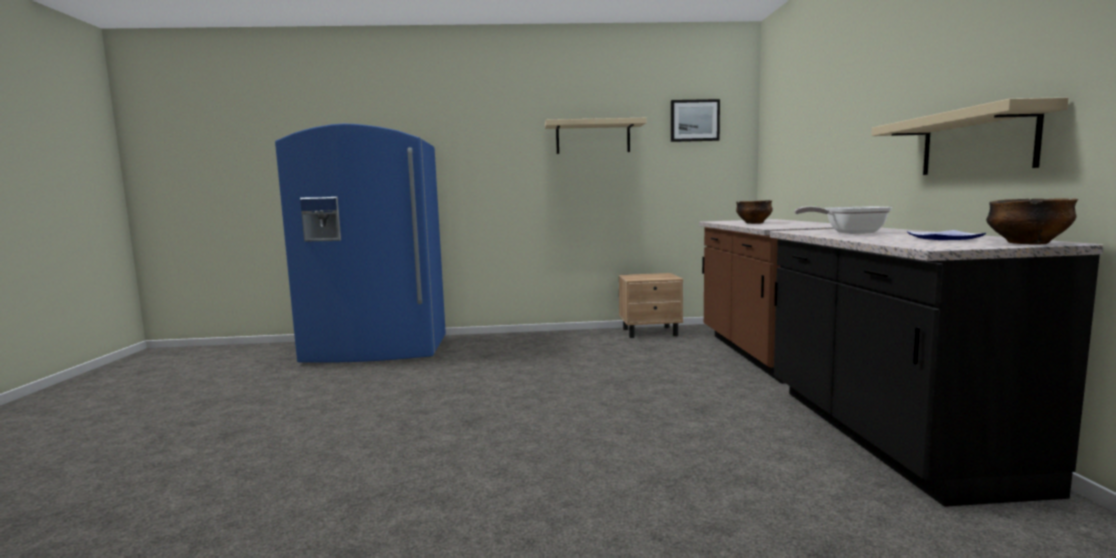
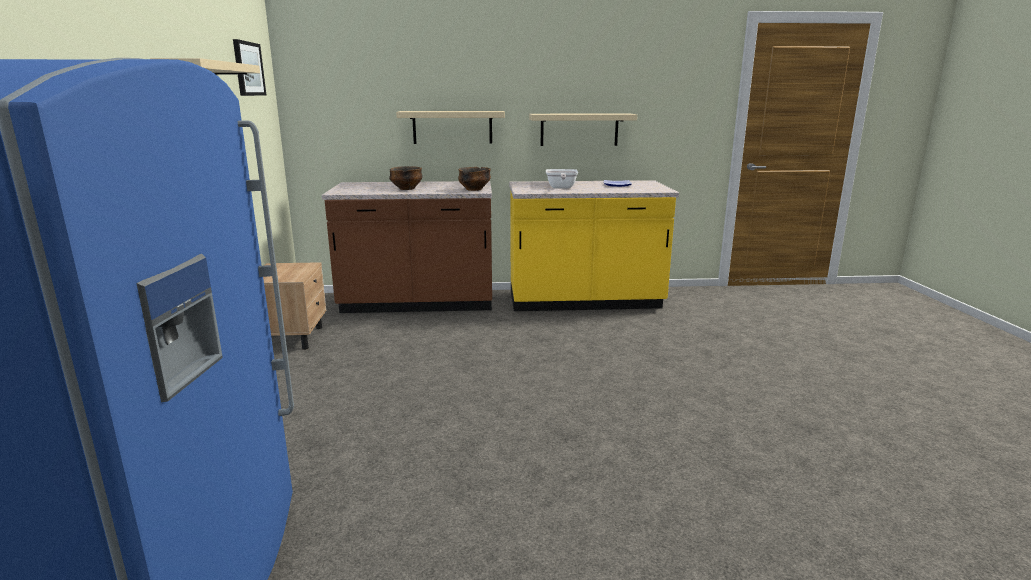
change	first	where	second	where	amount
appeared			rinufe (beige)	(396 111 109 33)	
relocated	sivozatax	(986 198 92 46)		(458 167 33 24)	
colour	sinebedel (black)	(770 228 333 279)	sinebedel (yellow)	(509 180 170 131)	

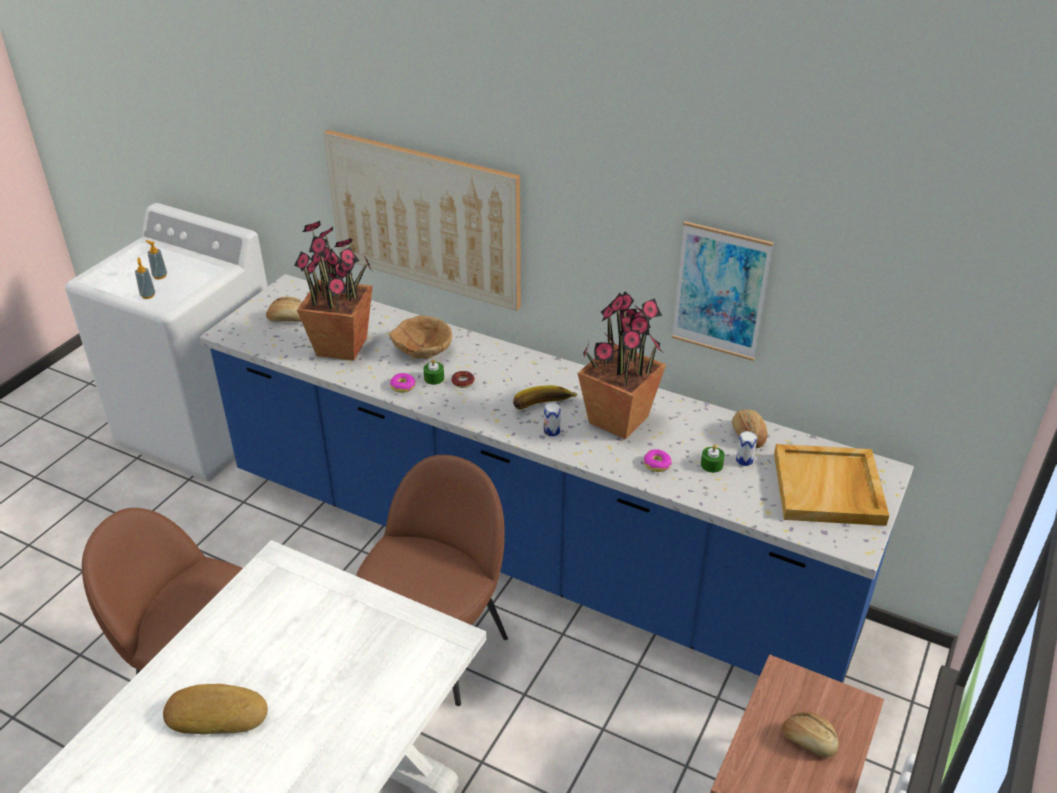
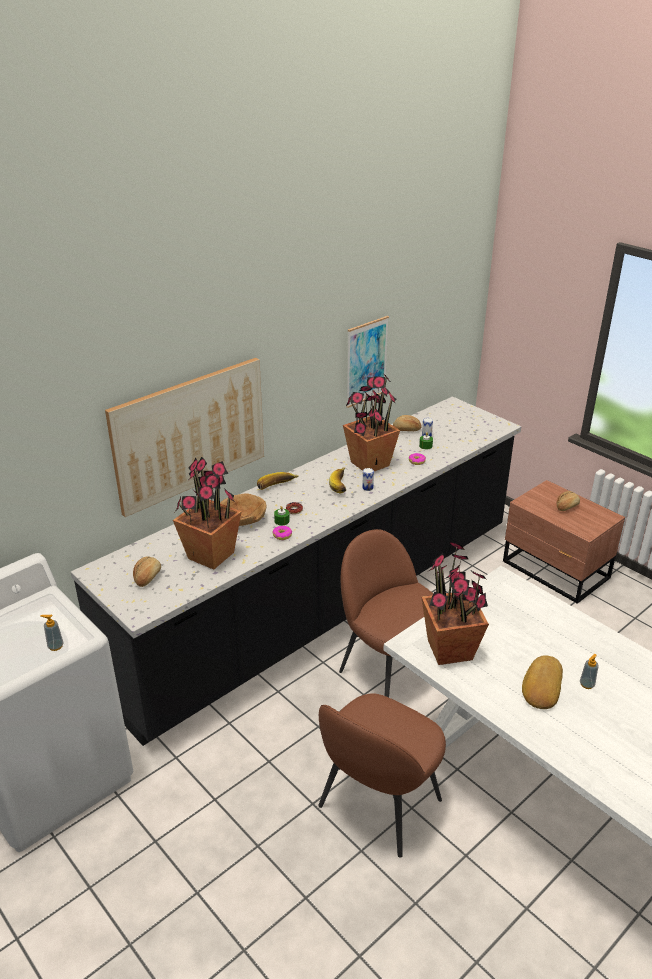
change	first	where	second	where	amount
missing	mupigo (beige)	(774 444 115 82)			
appeared			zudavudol	(257 472 42 18)	
appeared			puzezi	(421 541 68 124)	
relocated	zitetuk	(146 240 21 39)		(580 654 19 35)	
colour	sinebedel (blue)	(199 274 715 409)	sinebedel (black)	(71 396 450 350)	

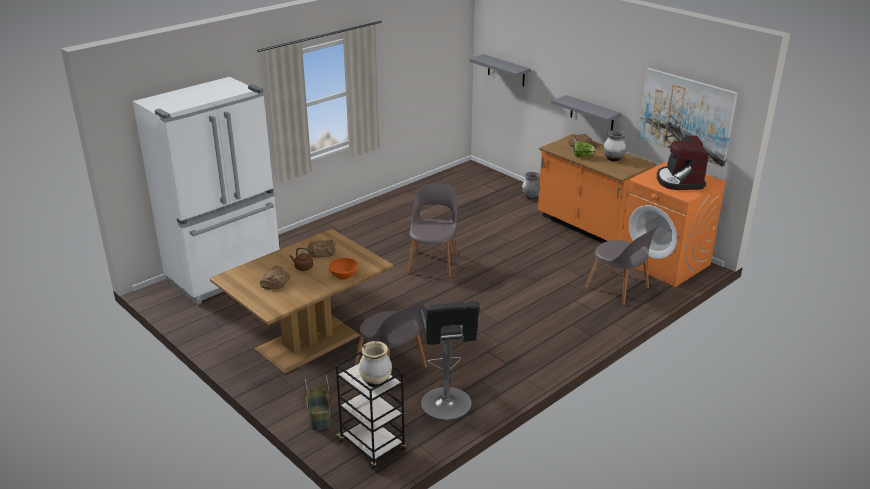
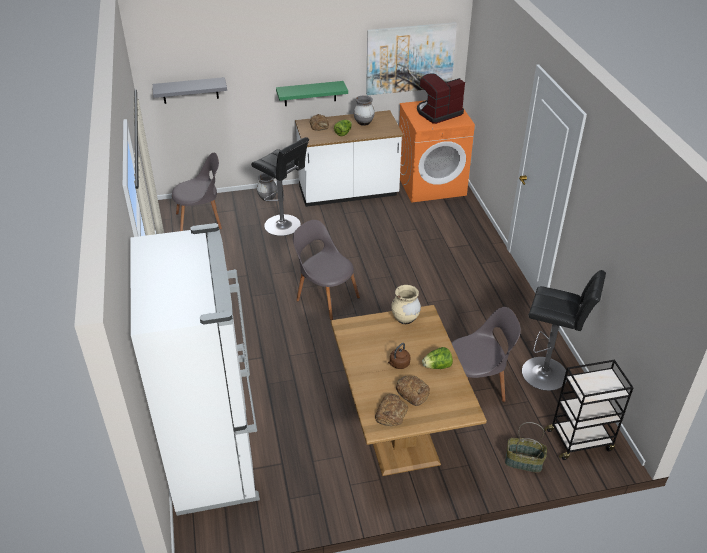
change	first	where	second	where	amount
missing	sivozatax (orange)	(329 258 29 22)			
appeared			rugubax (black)	(251 137 58 99)	
appeared			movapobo	(422 347 31 22)	
relocated	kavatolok	(307 240 29 18)		(375 394 33 32)	
relocated	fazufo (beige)	(359 341 33 46)		(391 285 30 39)	
relocated	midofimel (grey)	(585 224 75 81)		(172 153 50 78)	
colour	sinebedel (orange)	(538 134 118 109)	sinebedel (white)	(295 110 108 97)	
colour	rinufe (grey)	(552 95 69 35)	rinufe (green)	(276 81 72 25)	
spun	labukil	(657 135 52 55)		(417 74 48 50)	120 degrees clockwise

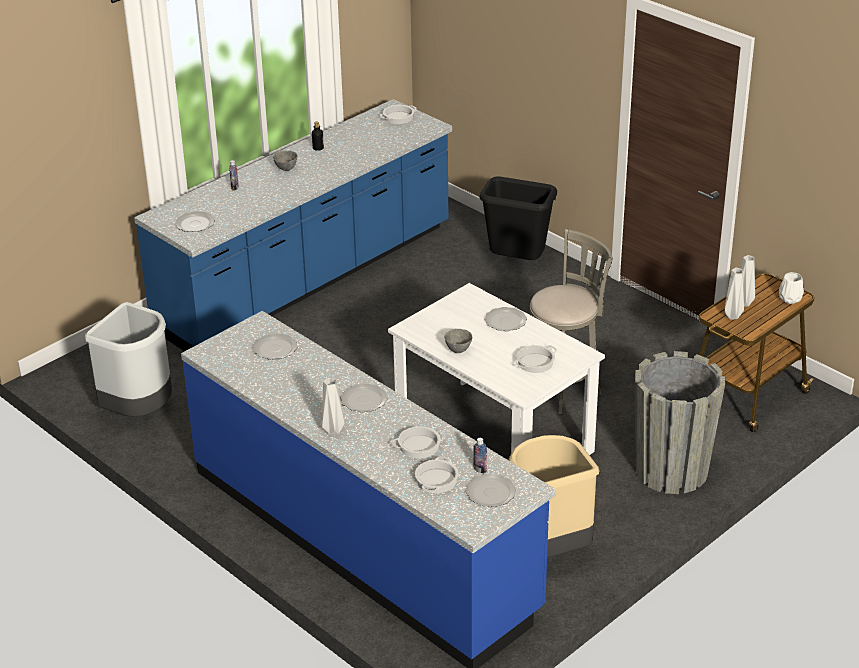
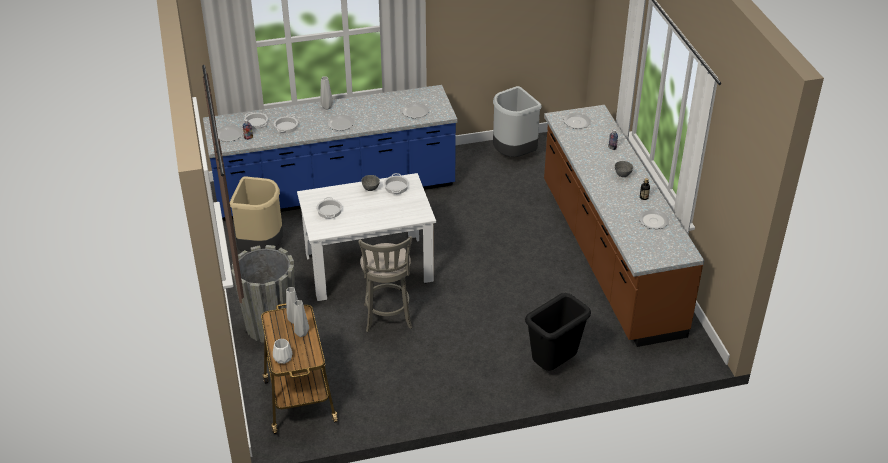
change	first	where	second	where	amount
relocated	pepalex	(380 105 36 19)		(384 173 25 21)	
relocated	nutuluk	(485 307 42 24)		(639 210 30 19)	
colour	sinebedel (blue)	(134 99 318 252)	sinebedel (brown)	(544 105 160 242)	

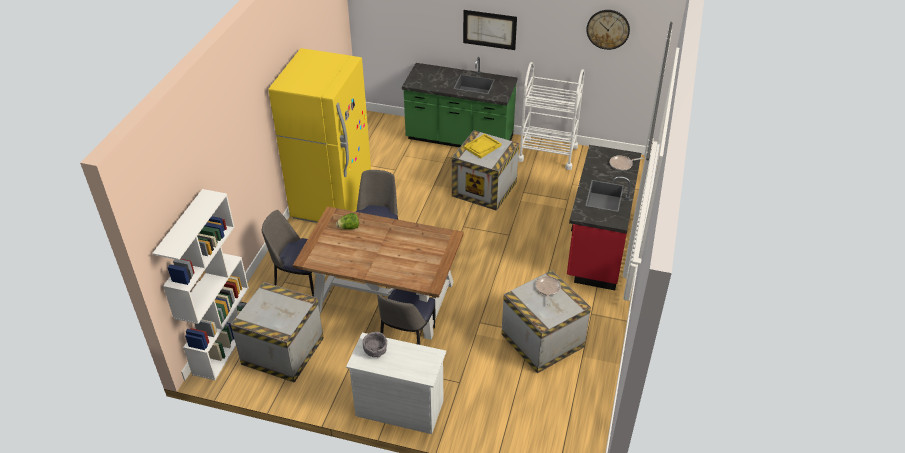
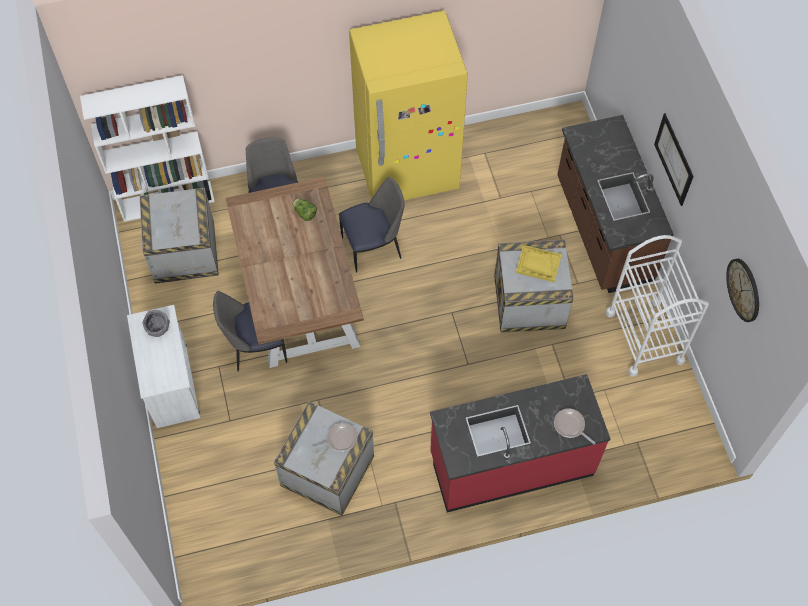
change	first	where	second	where	amount
colour	sinebedel (green)	(402 57 115 90)	sinebedel (brown)	(557 115 117 178)	

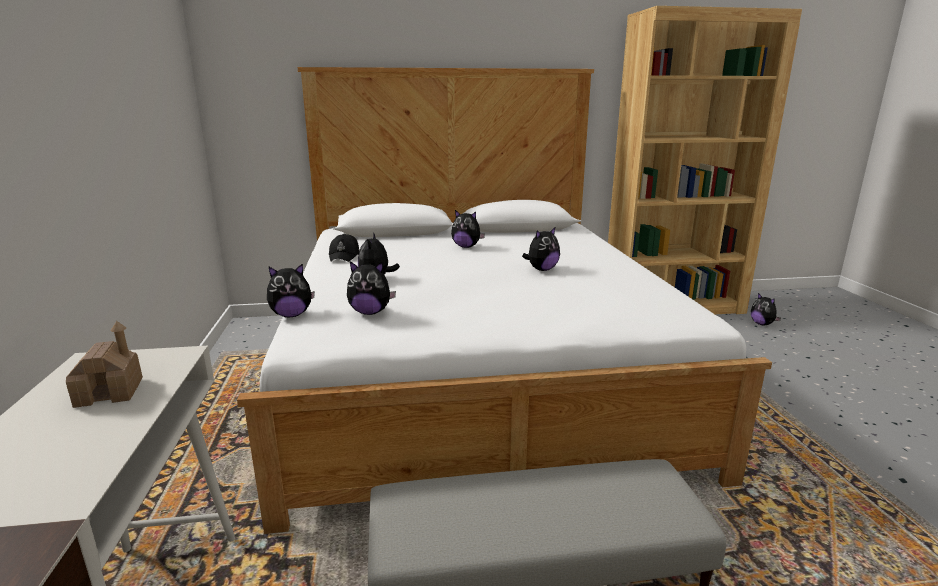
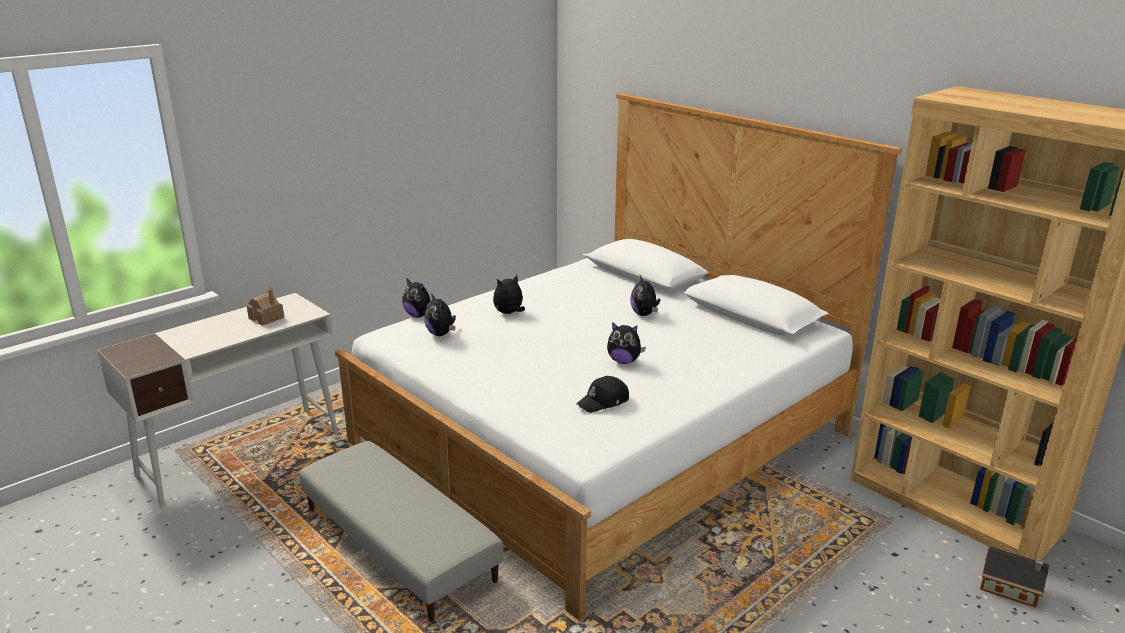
change	first	where	second	where	amount
relocated	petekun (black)	(329 234 31 28)		(576 376 53 37)	
exchanged	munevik	(751 293 30 33)	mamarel	(980 546 70 62)	

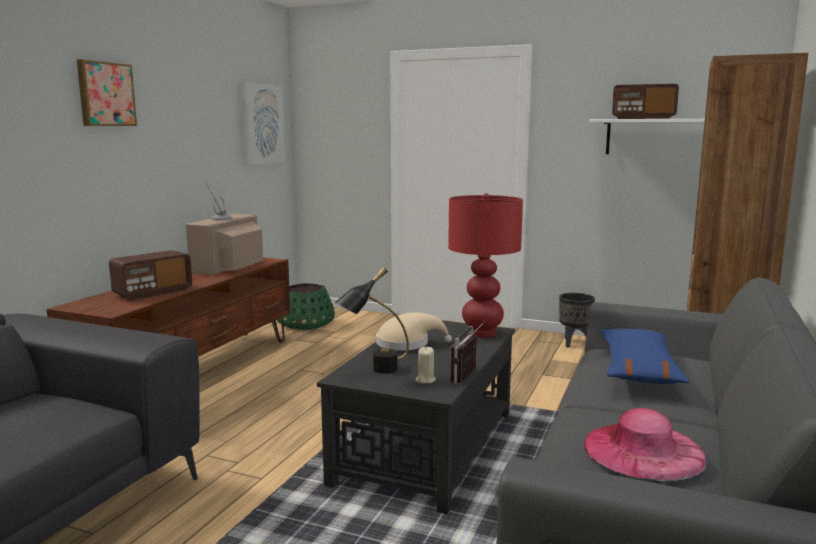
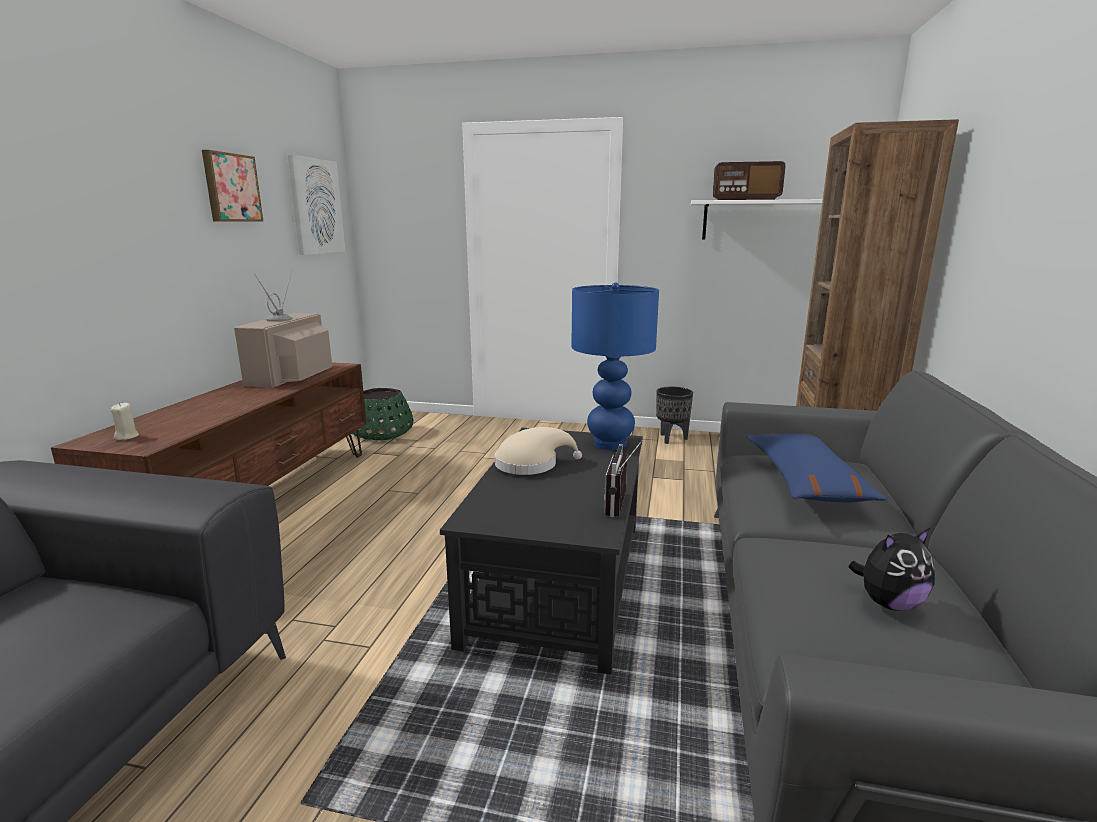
change	first	where	second	where	amount
missing	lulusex	(109 250 83 50)			
missing	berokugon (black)	(335 267 74 106)			
relocated	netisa	(77 59 60 67)		(202 150 62 72)	
relocated	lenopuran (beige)	(416 347 20 37)		(111 403 28 37)	
exchanged	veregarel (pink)	(584 408 124 73)	munevik	(849 528 86 83)	
colour	berokugon (red)	(448 193 75 145)	berokugon (blue)	(571 283 88 167)	

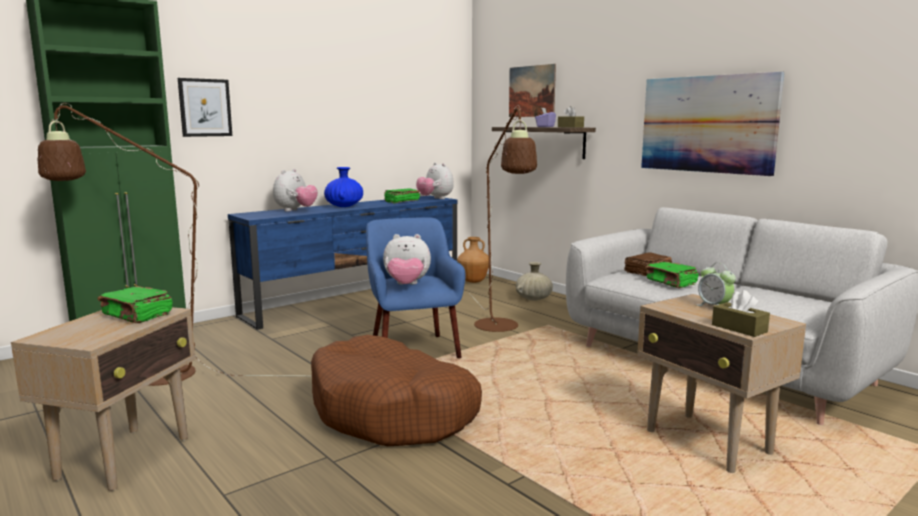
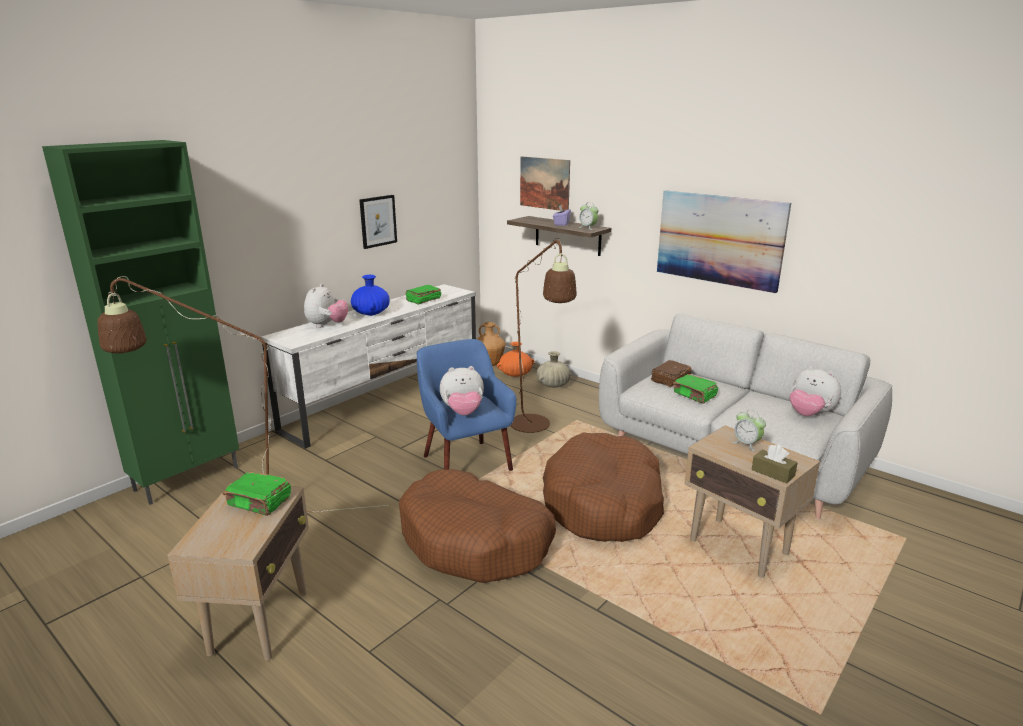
change	first	where	second	where	amount
appeared			fazufo (orange)	(497 342 38 35)	
appeared			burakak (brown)	(543 432 121 110)	
relocated	netisa	(178 78 54 59)		(359 195 38 54)	
relocated	munevik	(416 163 38 36)		(790 366 51 50)	
exchanged	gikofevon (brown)	(558 106 26 22)	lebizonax	(579 202 20 28)	
colour	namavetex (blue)	(228 196 229 134)	namavetex (white)	(261 284 215 165)	

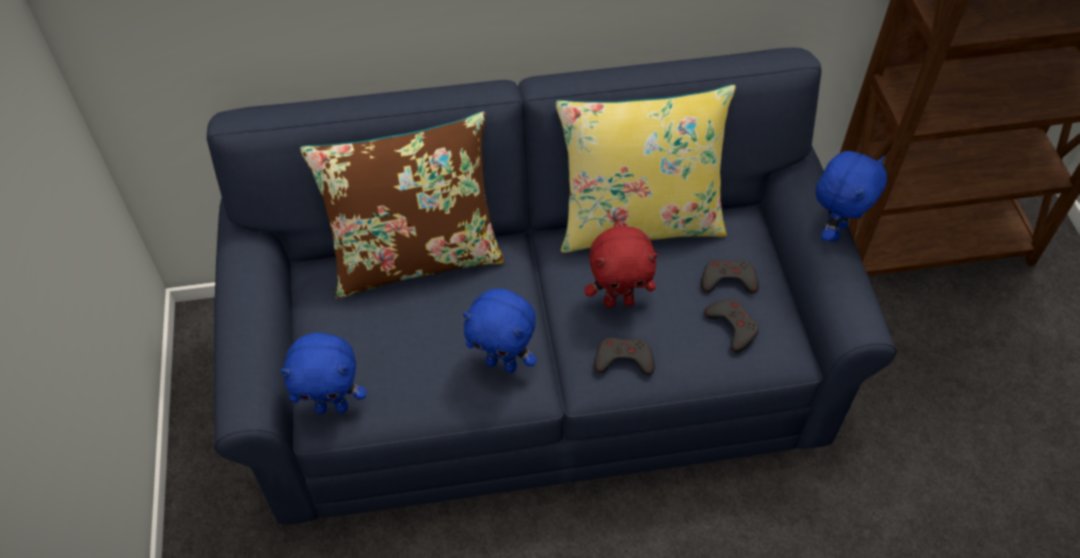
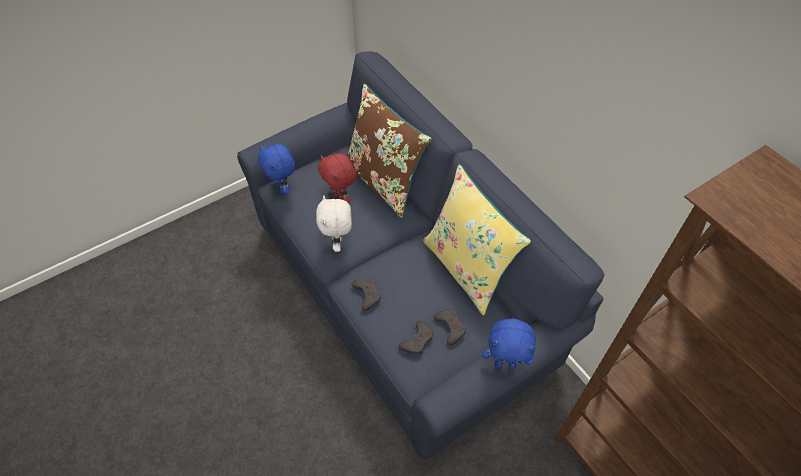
change	first	where	second	where	amount
relocated	munevik (red)	(585 226 73 82)		(318 153 39 50)	
colour	munevik (blue)	(463 288 74 85)	munevik (white)	(316 196 36 56)	

